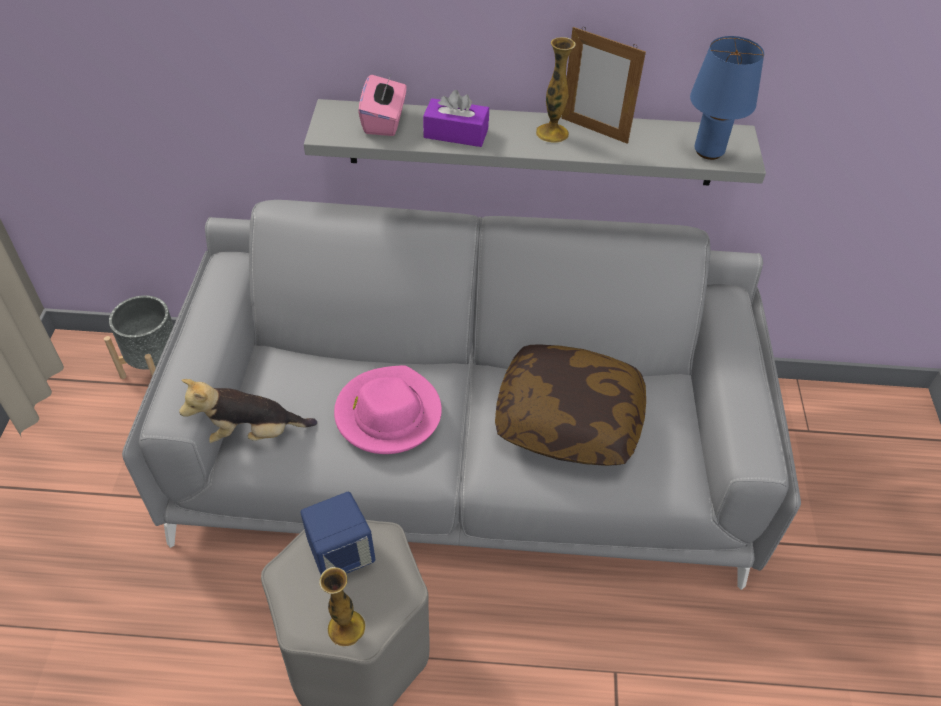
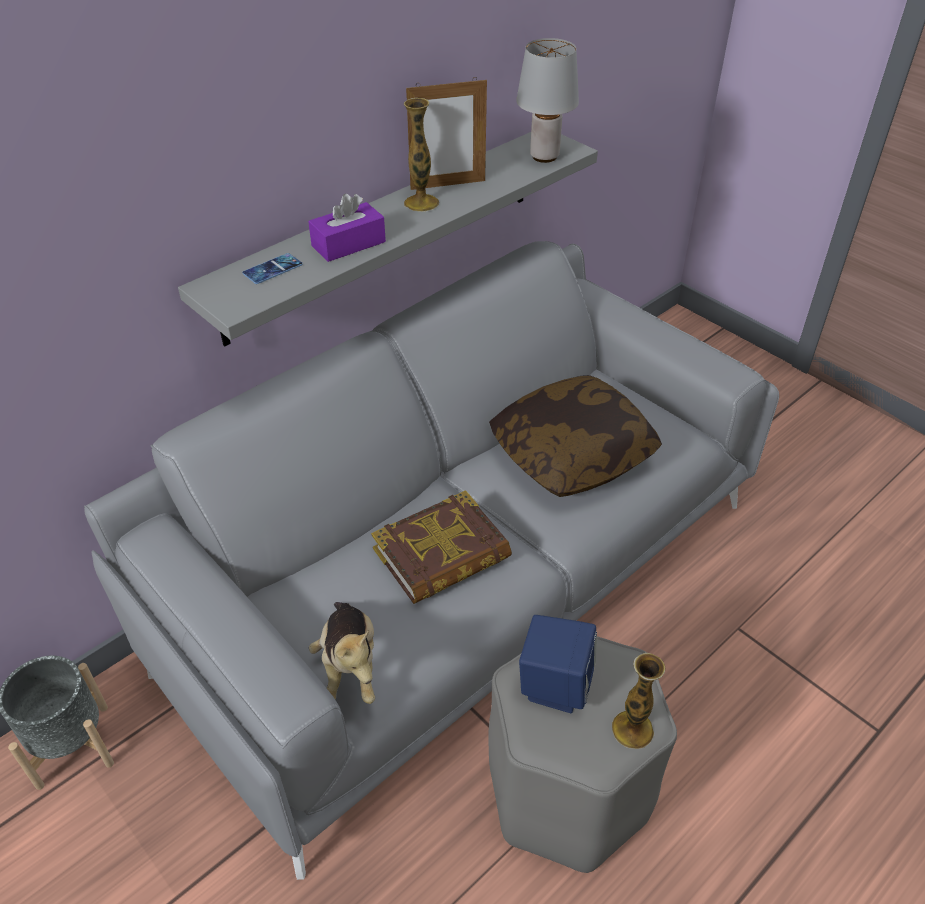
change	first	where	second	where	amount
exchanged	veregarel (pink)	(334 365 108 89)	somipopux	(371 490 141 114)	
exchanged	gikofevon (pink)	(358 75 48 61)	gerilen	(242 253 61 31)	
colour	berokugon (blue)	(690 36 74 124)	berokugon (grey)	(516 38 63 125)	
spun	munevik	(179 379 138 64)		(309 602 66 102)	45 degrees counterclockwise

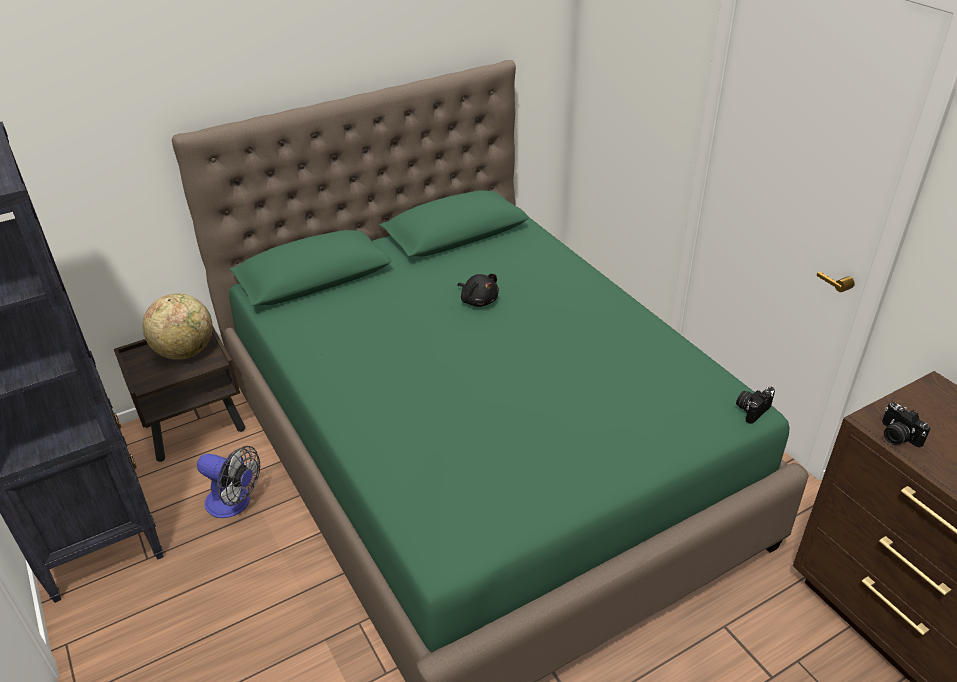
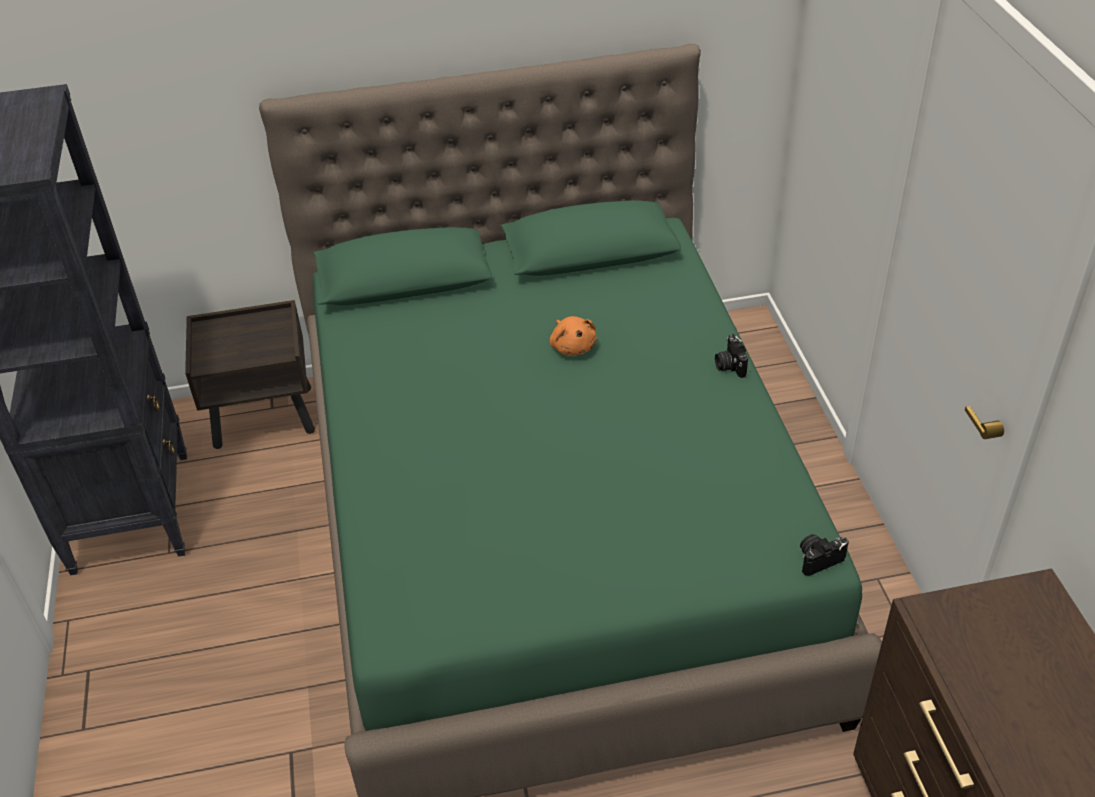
change	first	where	second	where	amount
missing	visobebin	(142 293 71 67)			
missing	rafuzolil	(197 446 63 72)			
relocated	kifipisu	(882 402 49 45)		(715 334 33 44)	
colour	munevik (black)	(457 274 42 33)	munevik (orange)	(549 316 48 40)	

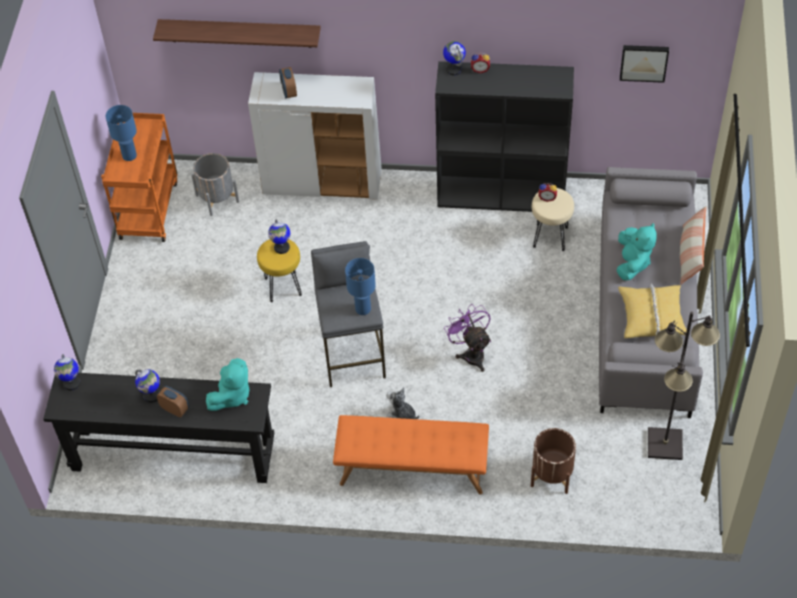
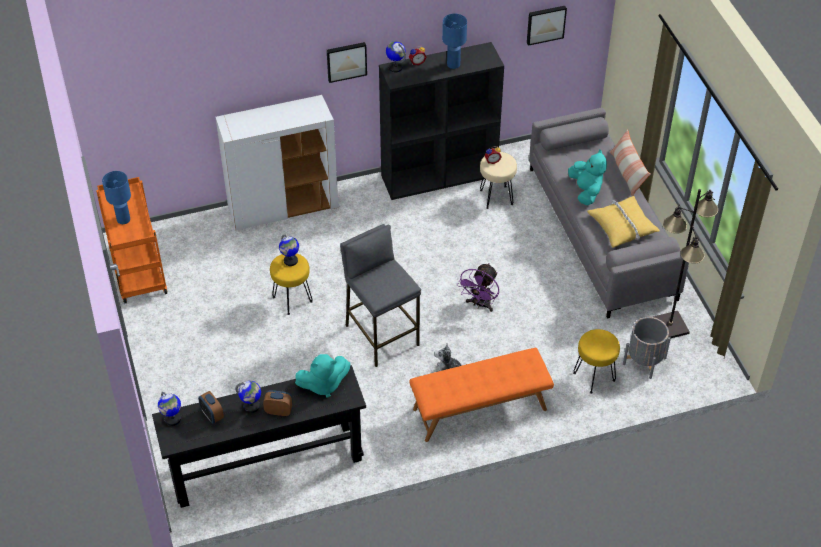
change	first	where	second	where	amount
missing	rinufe	(153 19 168 29)			
appeared			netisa	(327 42 40 41)	
relocated	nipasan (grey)	(191 153 48 63)		(623 317 48 62)	
relocated	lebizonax	(279 67 18 31)		(198 391 26 33)	
relocated	berokugon (blue)	(345 258 31 57)		(442 14 25 55)	
exchanged	nipasan (brown)	(531 428 45 66)	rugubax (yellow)	(573 329 47 65)	
spun	munevik (turquoise)	(206 358 44 53)		(295 354 55 44)	60 degrees clockwise
spun	rafuzolil (purple)	(444 304 47 68)		(457 263 42 49)	105 degrees counterclockwise

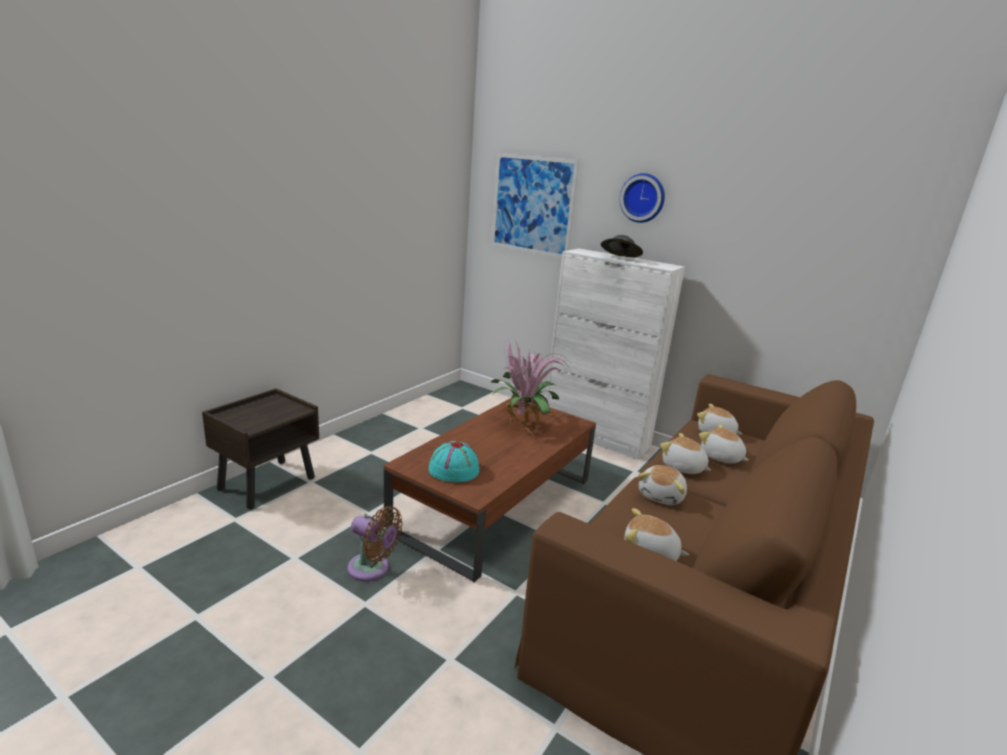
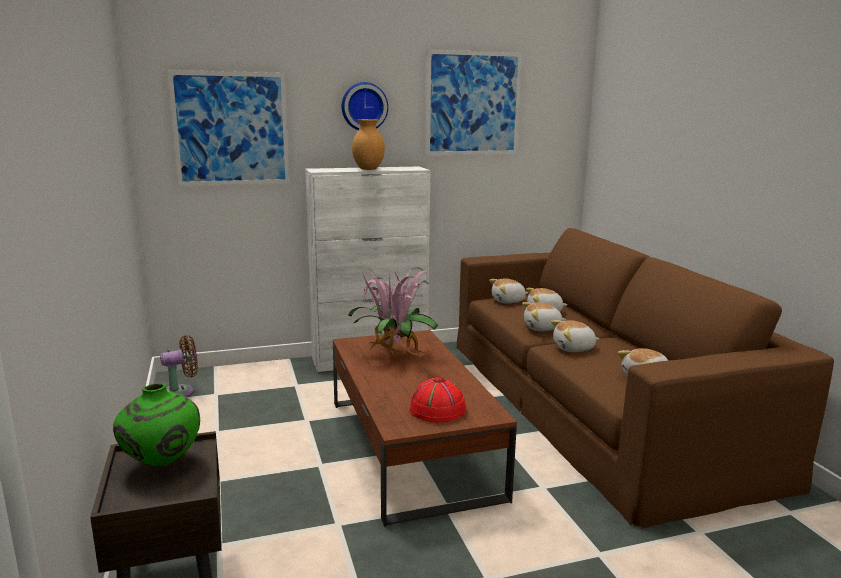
change	first	where	second	where	amount
appeared			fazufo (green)	(113 384 87 82)	
appeared			netisa	(425 49 97 106)	
relocated	rafuzolil (brown)	(348 506 55 75)		(160 335 38 62)	
exchanged	veregarel (grey)	(601 235 42 22)	fazufo (brown)	(352 119 33 51)	
colour	veregarel (turquoise)	(428 441 51 41)	veregarel (red)	(409 377 57 45)	
spun	munevik	(638 465 49 40)		(551 320 48 32)	105 degrees clockwise

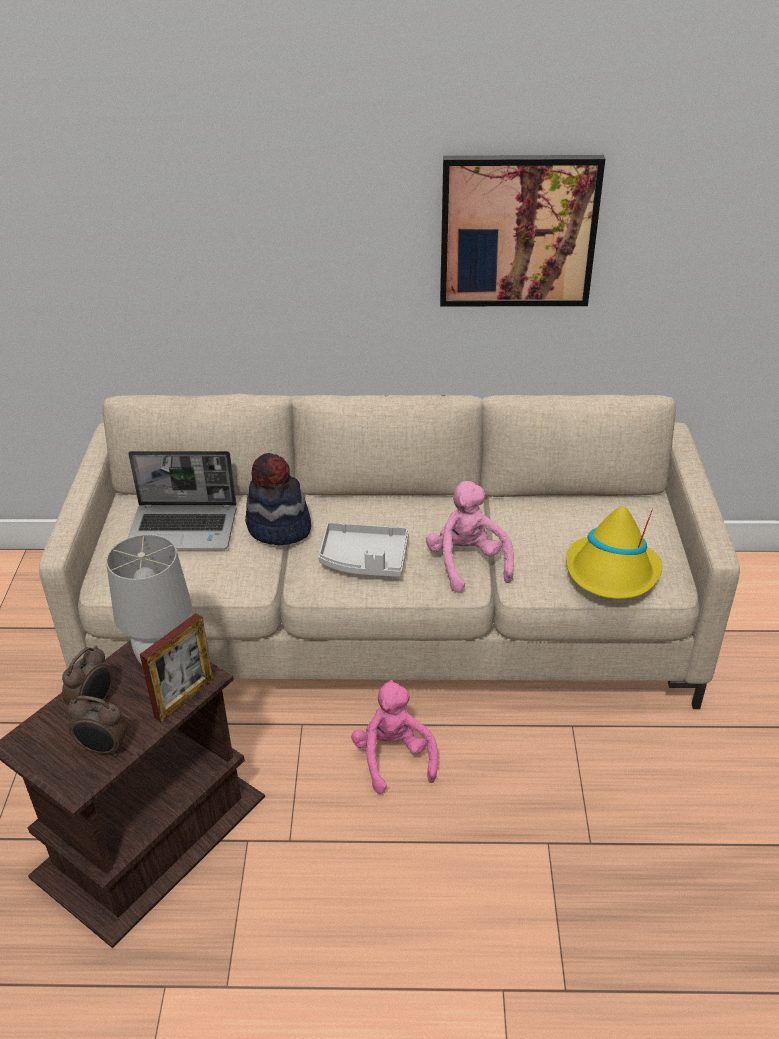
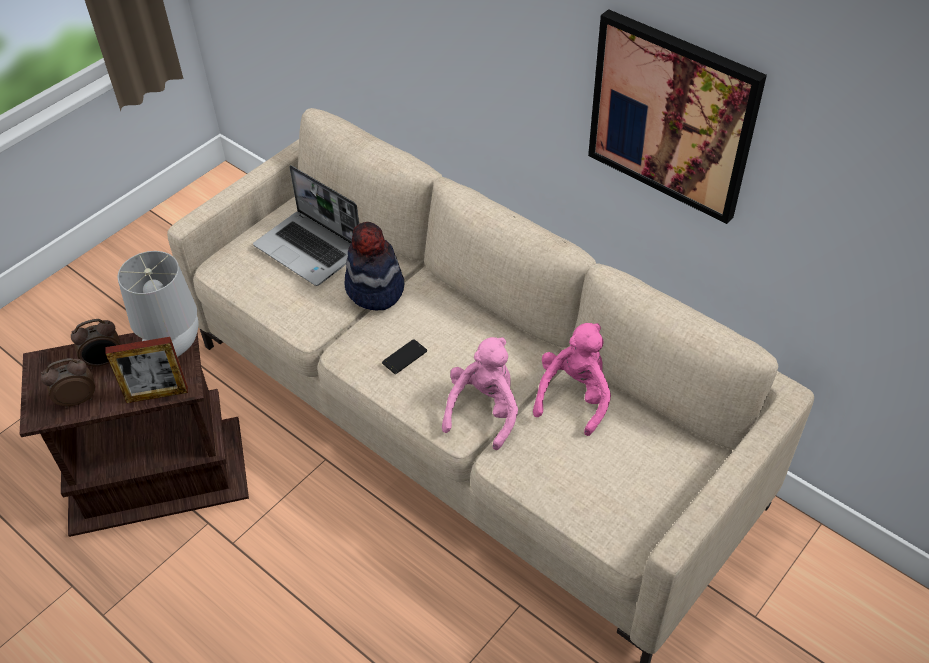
change	first	where	second	where	amount
missing	veregarel (yellow)	(566 507 96 92)			
relocated	munevik (pink)	(351 680 87 114)		(533 323 78 113)	
exchanged	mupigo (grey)	(318 522 91 55)	gerilen	(382 339 45 35)	
spun	lebizonax	(68 696 60 60)		(41 358 54 50)	105 degrees clockwise

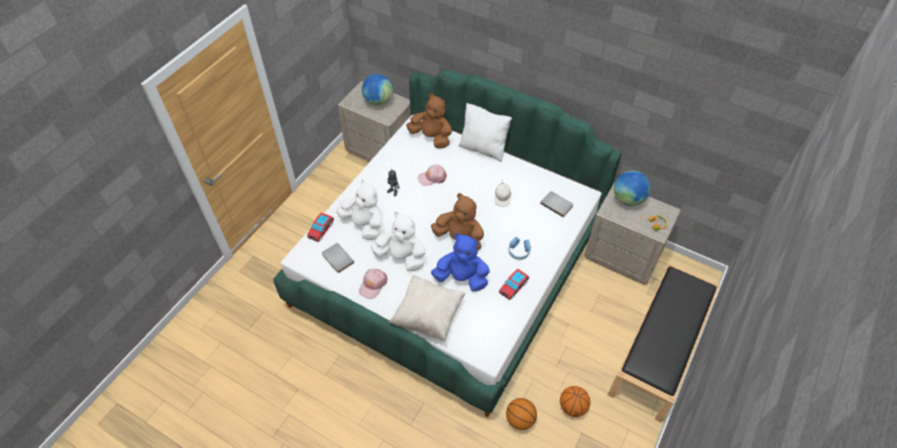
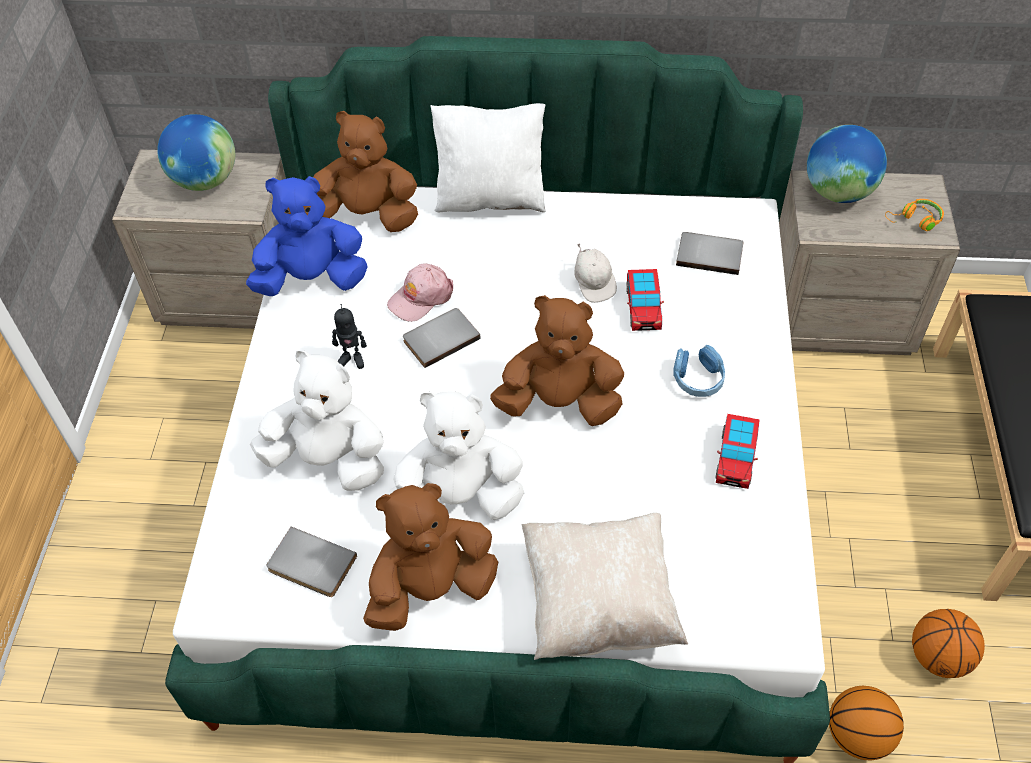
change	first	where	second	where	amount
appeared			somipopux (grey)	(403 308 78 60)	
relocated	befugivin	(307 212 27 30)		(626 269 38 62)	
relocated	munevik (blue)	(431 233 59 59)		(246 176 122 120)	
exchanged	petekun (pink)	(359 269 28 30)	munevik (brown)	(363 483 135 148)	

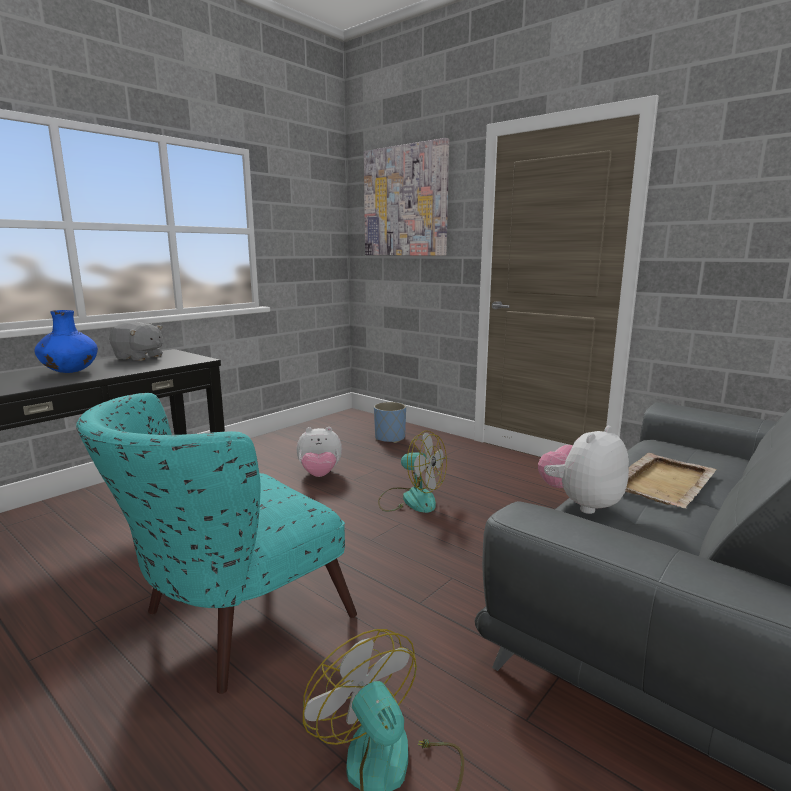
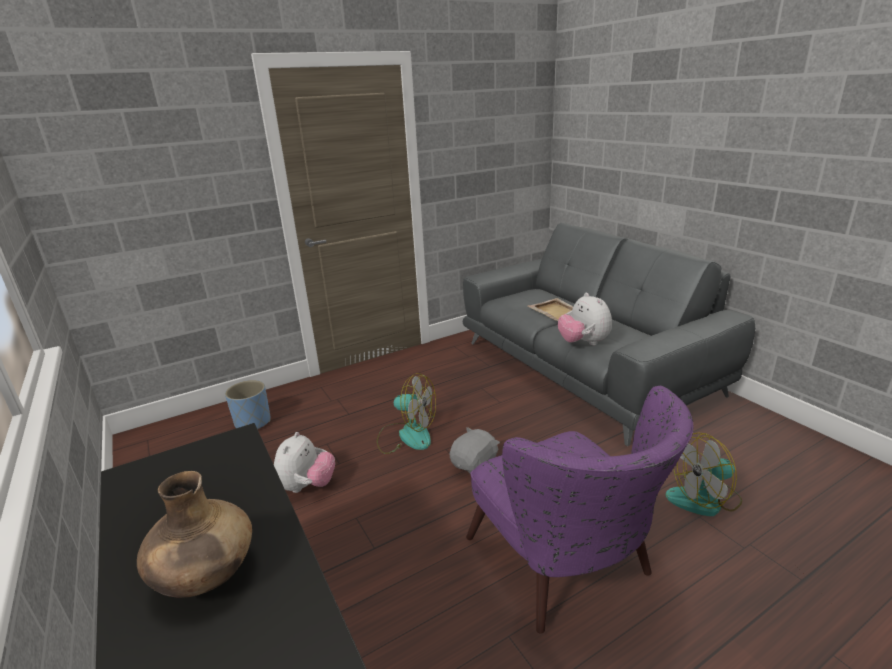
change	first	where	second	where	amount
missing	netisa	(364 138 85 118)			
relocated	munevik (grey)	(109 321 54 40)		(450 427 50 46)	
colour	fazufo (blue)	(34 310 64 63)	fazufo (brown)	(137 471 115 127)	
colour	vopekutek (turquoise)	(76 393 281 301)	vopekutek (purple)	(466 386 227 247)	
spun	rafuzolil	(378 431 69 82)		(377 373 59 81)	60 degrees clockwise

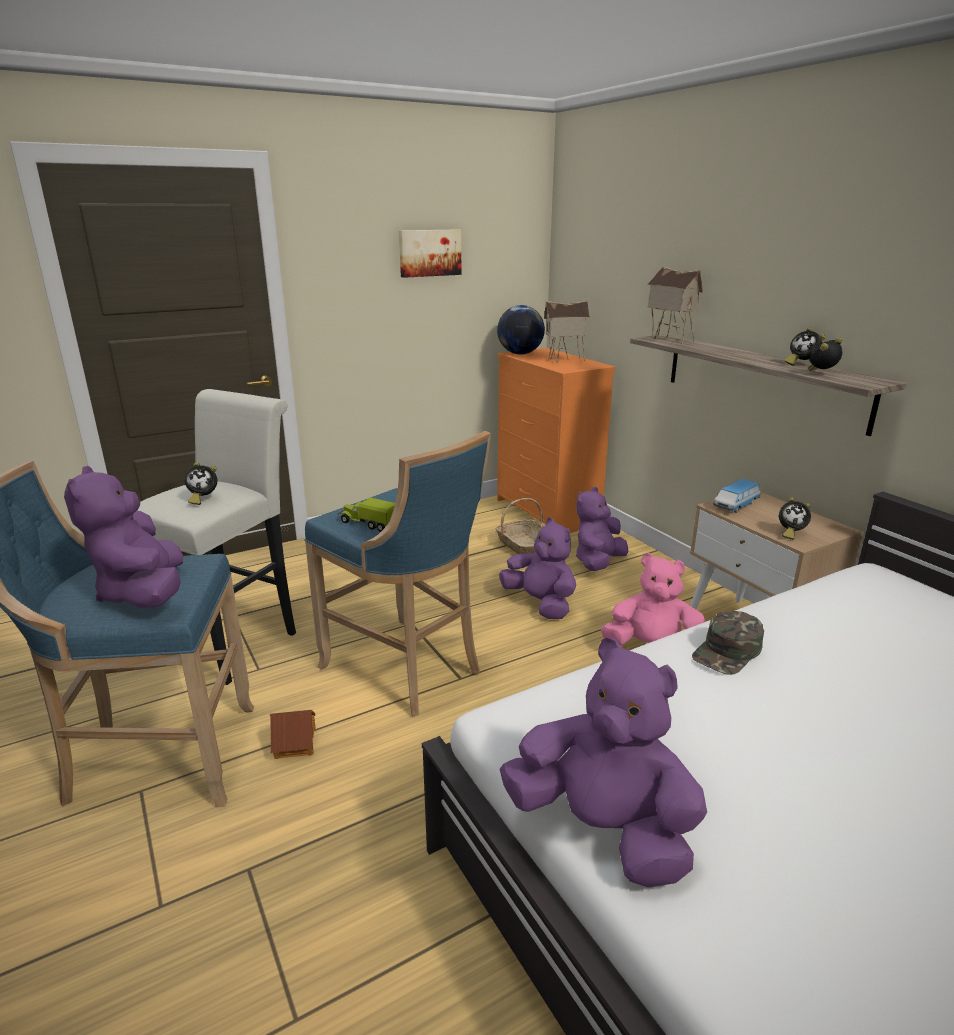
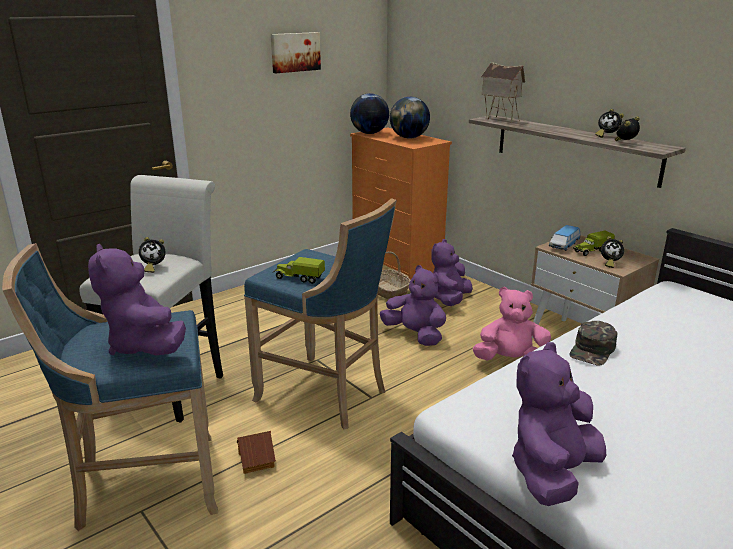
change	first	where	second	where	amount
appeared			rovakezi	(574 230 41 26)	
exchanged	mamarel	(544 300 46 63)	visobebin	(390 97 40 42)	
spun	munevik (purple)	(499 638 208 249)		(512 342 95 164)	75 degrees counterclockwise

